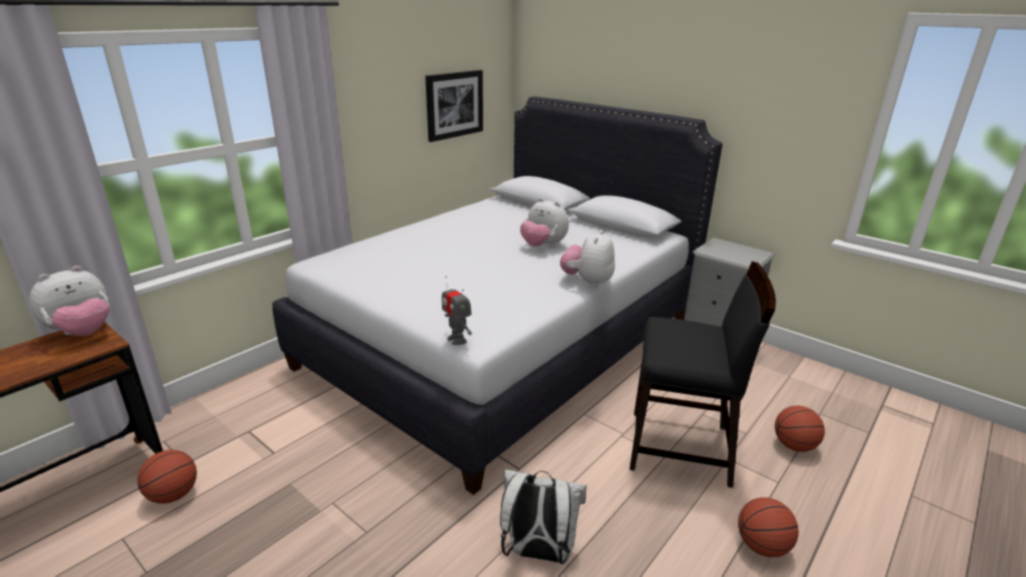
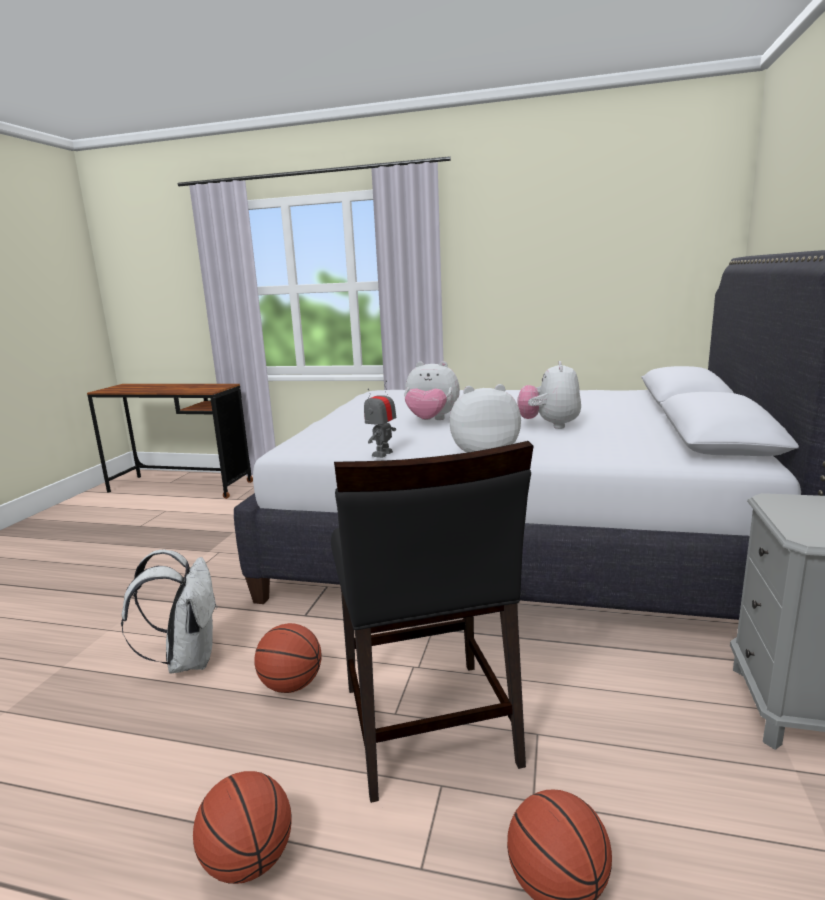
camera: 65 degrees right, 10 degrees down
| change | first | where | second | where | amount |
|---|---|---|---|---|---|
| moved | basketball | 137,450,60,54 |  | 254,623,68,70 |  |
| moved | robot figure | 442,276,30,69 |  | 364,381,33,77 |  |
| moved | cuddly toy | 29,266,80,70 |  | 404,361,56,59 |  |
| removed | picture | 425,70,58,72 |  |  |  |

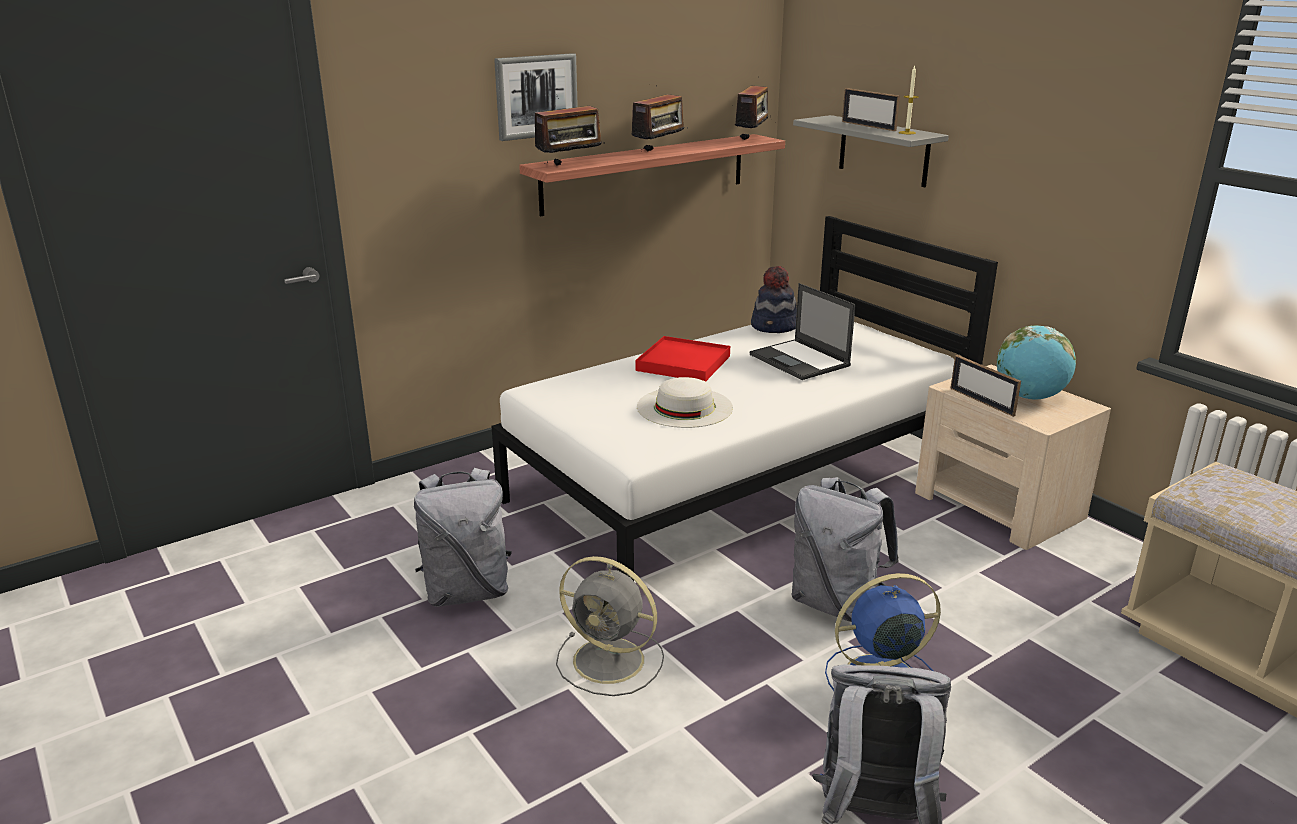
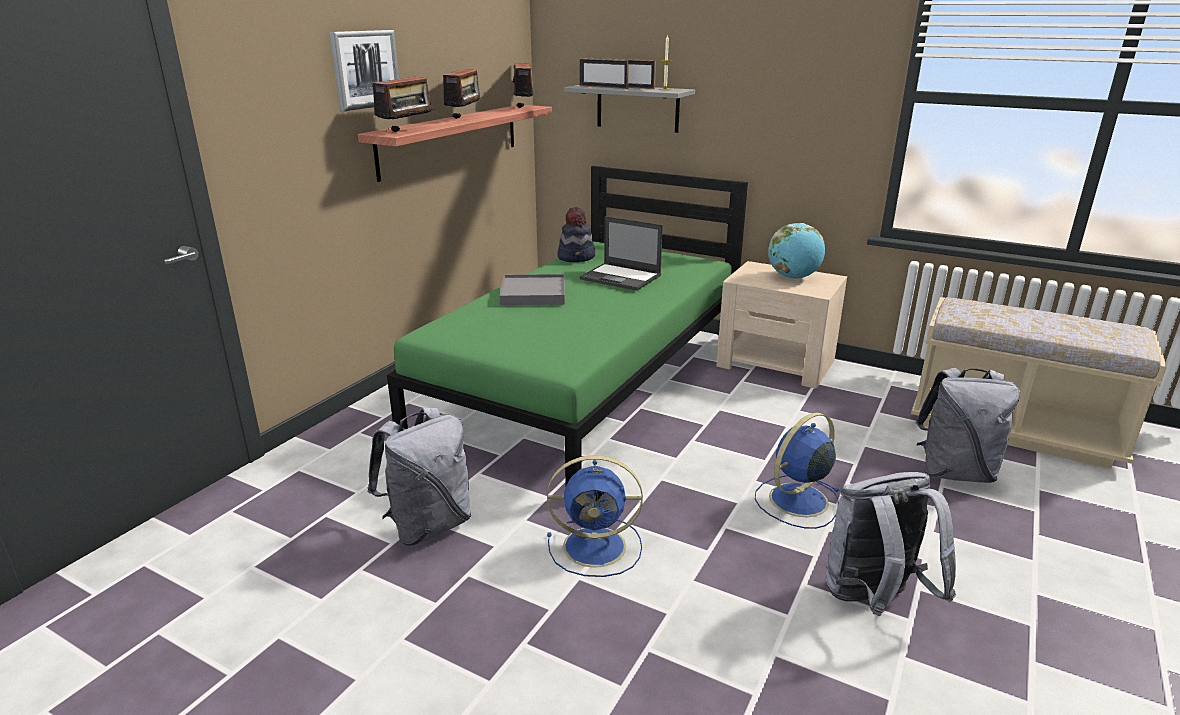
camera: 25 degrees left, 0 degrees up
| change | first | where | second | where | amount |
|---|---|---|---|---|---|
| recoloured | whitish bedroom bed | 491,216,507,365 | green bedroom bed | 387,166,361,319 |  |
| recoloured | reddish serving tray | 635,336,95,46 | gray serving tray | 499,274,66,31 |  |
| recoloured | gray electric fan | 556,556,108,140 | blue-coloured electric fan | 547,455,96,122 |  |
| moved | picture frame | 950,355,71,62 |  | 579,58,50,31 |  |
| moved | gray backpack | 792,477,106,145 |  | 915,368,105,115 |  |
| removed | whitish hat | 637,377,96,51 |  |  |  |

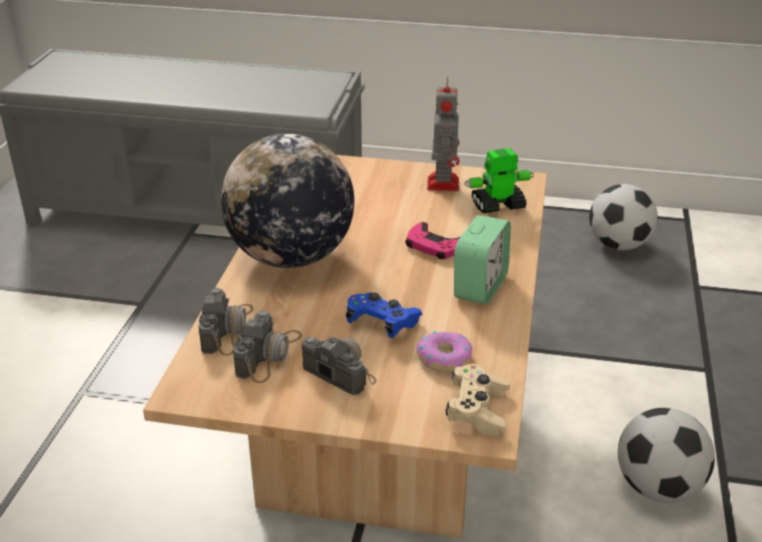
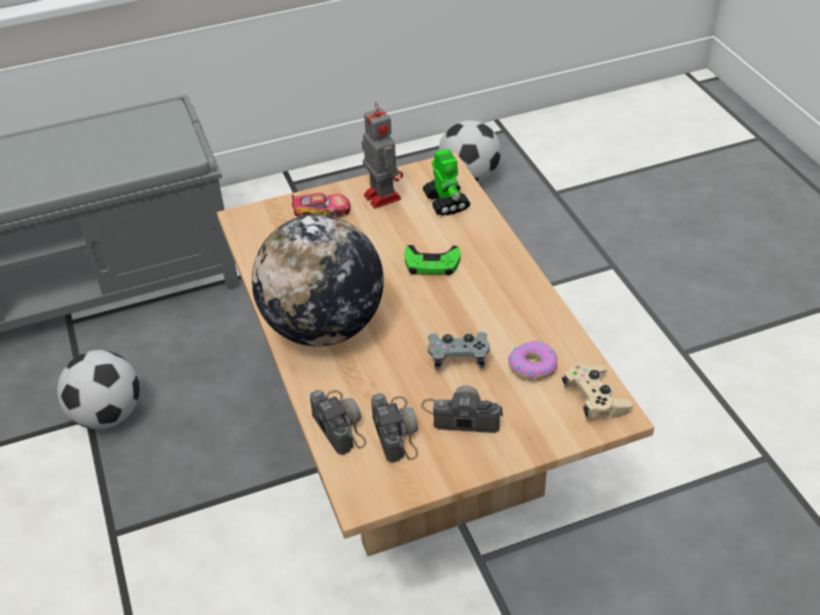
camera: 30 degrees left, 10 degrees up
| change | first | where | second | where | amount |
|---|---|---|---|---|---|
| moved | football | 618,408,97,95 |  | 57,350,83,79 |  |
| added |  |  | toy car | 292,193,58,25 |  |
| recoloured | pink-coloured joypad | 405,222,55,37 | green joypad | 404,245,56,30 |  |
| turned | robot figure | 464,148,70,65 |  | 423,149,47,67 | 120 degrees clockwise |
| recoloured | blue-coloured joypad | 346,292,76,46 | gray joypad | 428,332,62,38 |  |
| removed | alarm clock | 454,215,57,90 |  |  |  |

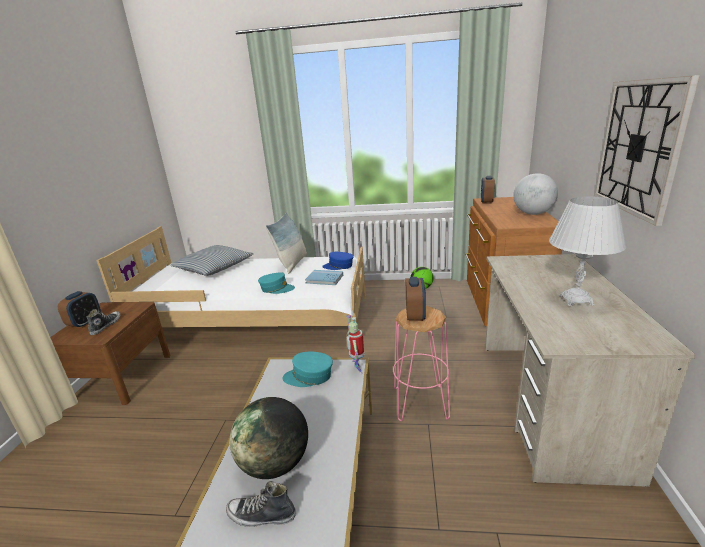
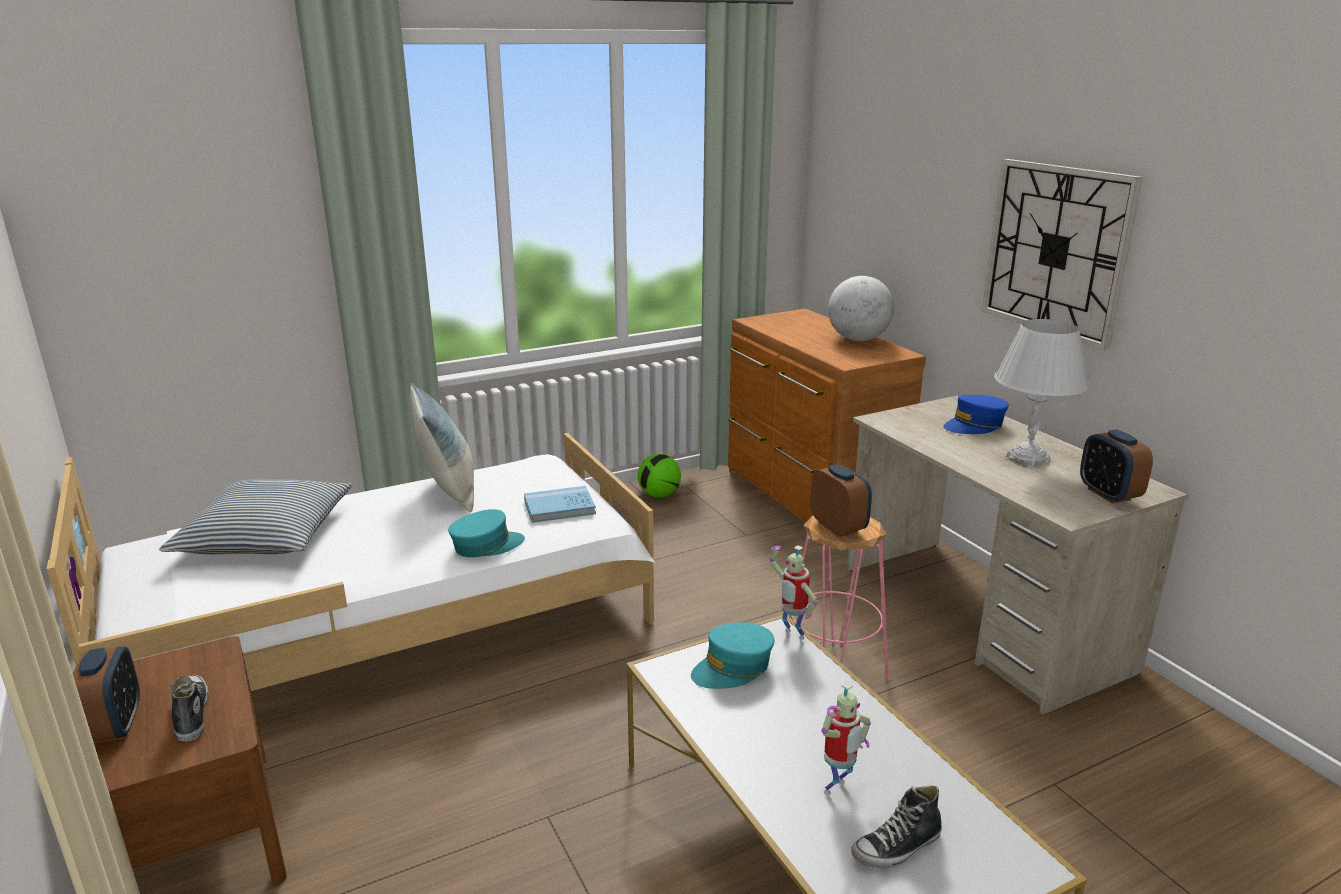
camera: 35 degrees left, 0 degrees up
| change | first | where | second | where | amount |
|---|---|---|---|---|---|
| replaced | globe | 229,397,79,82 | robot figure | 822,682,49,113 |  |
| moved | blue-coloured cap | 322,252,32,18 |  | 943,395,66,39 |  |
| moved | alarm clock | 481,176,14,28 |  | 1080,430,73,73 |  |

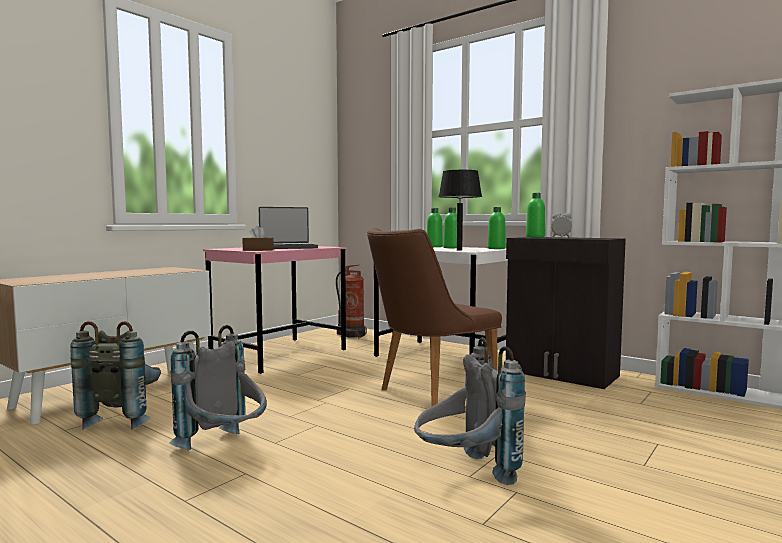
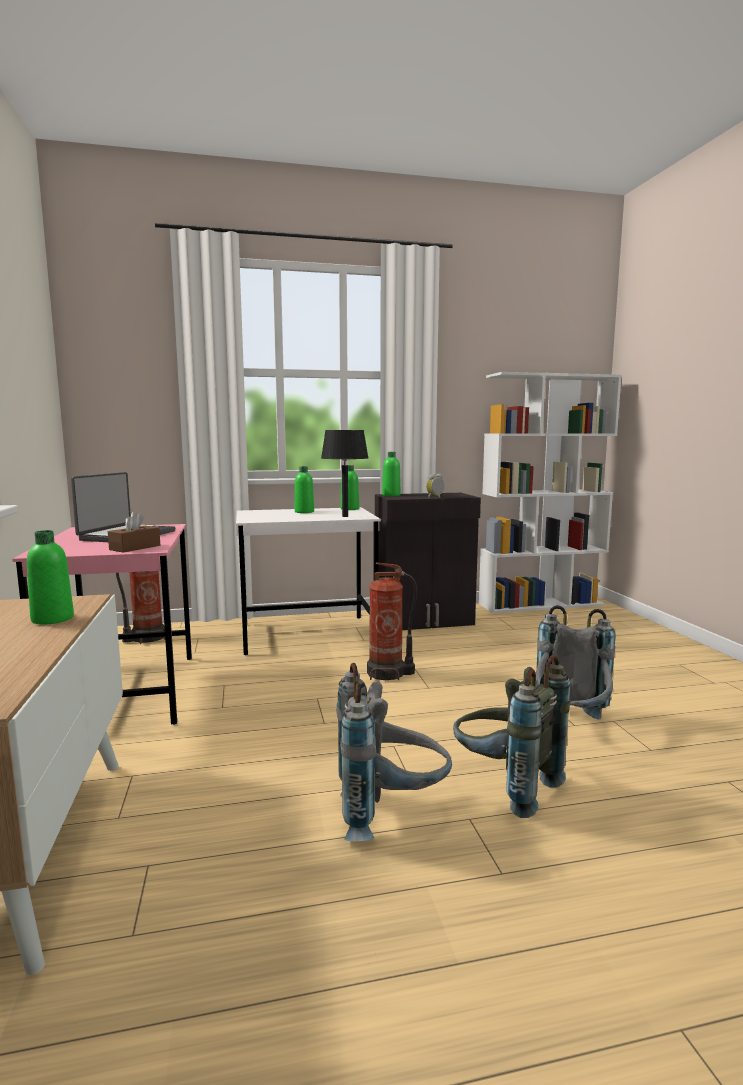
camera: 50 degrees left, 5 degrees up
| change | first | where | second | where | amount |
|---|---|---|---|---|---|
| moved | green drink bottle | 427,208,16,39 |  | 27,530,47,95 |  |
| replaced | brown-coloured upright chair | 367,228,135,178 | extinguisher | 367,562,50,118 |  |
| moved | gray backpack | 70,321,91,109 |  | 453,655,118,163 |  |

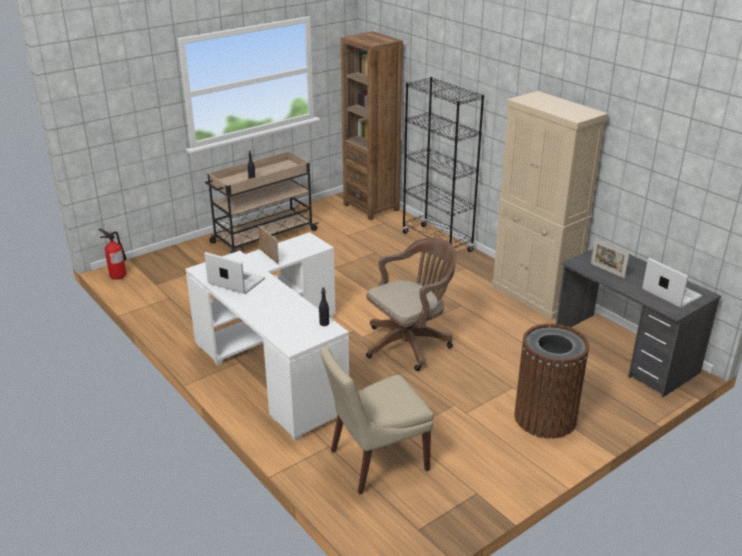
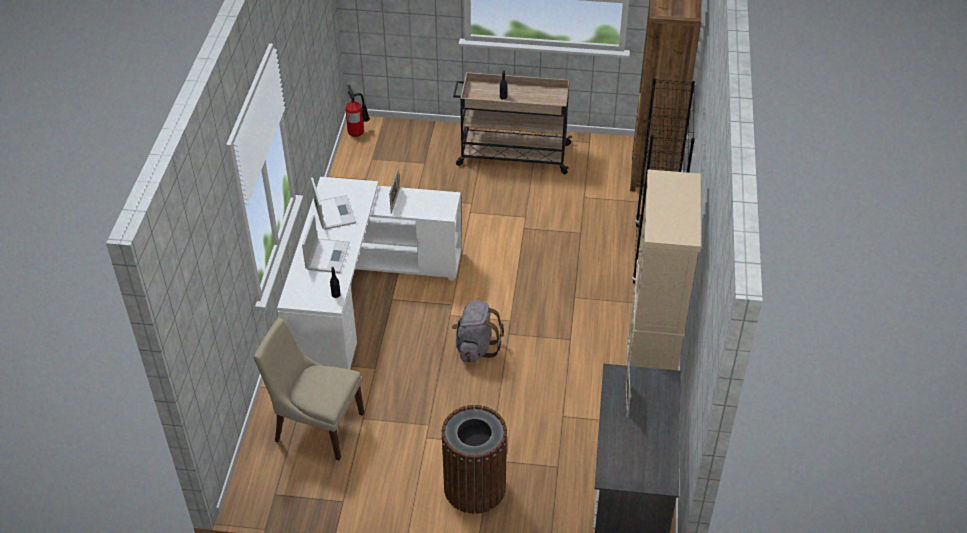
camera: 45 degrees right, 15 degrees up
| change | first | where | second | where | amount |
|---|---|---|---|---|---|
| moved | portable computer | 642,258,60,50 |  | 302,215,48,58 |  |
| replaced | brown-coloured office chair | 366,238,91,133 | gray backpack | 452,301,52,61 |  |

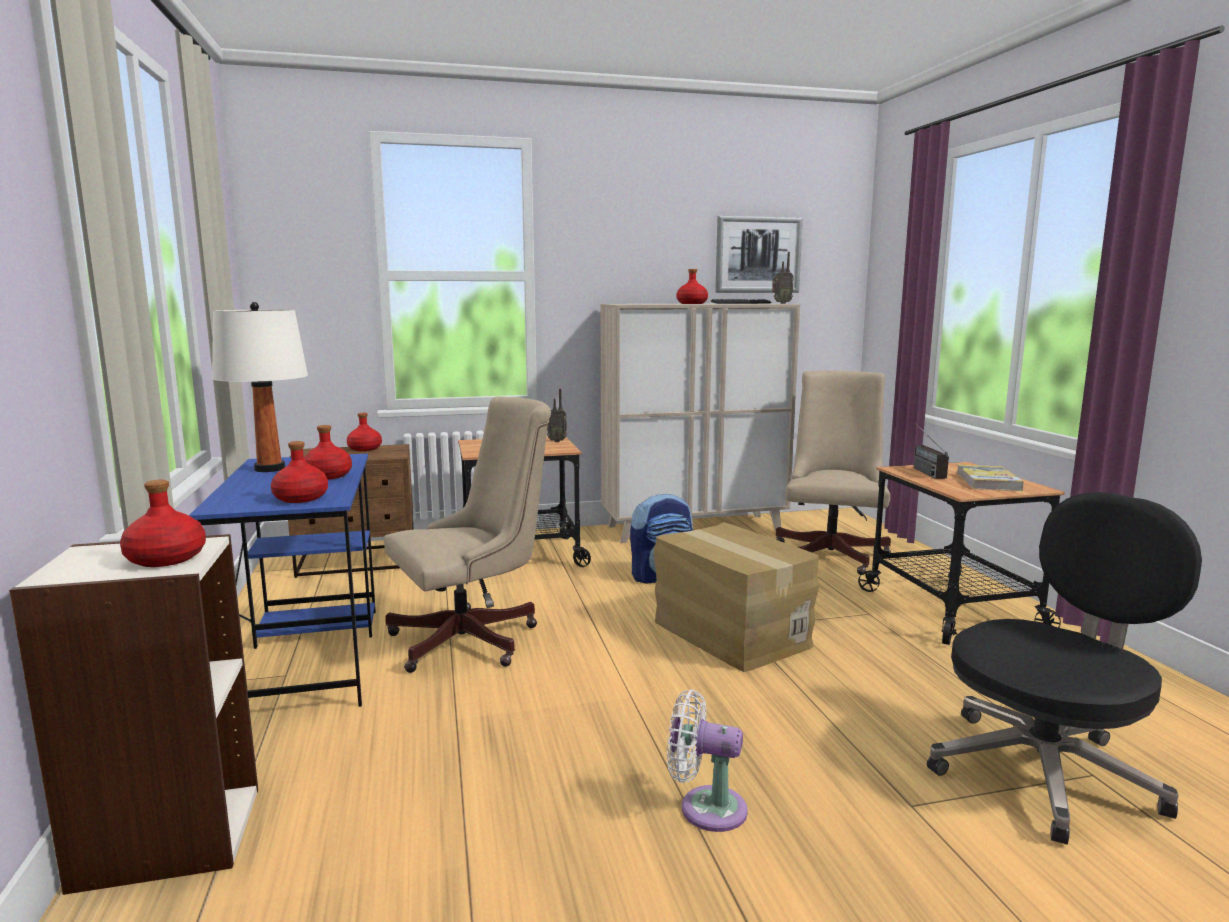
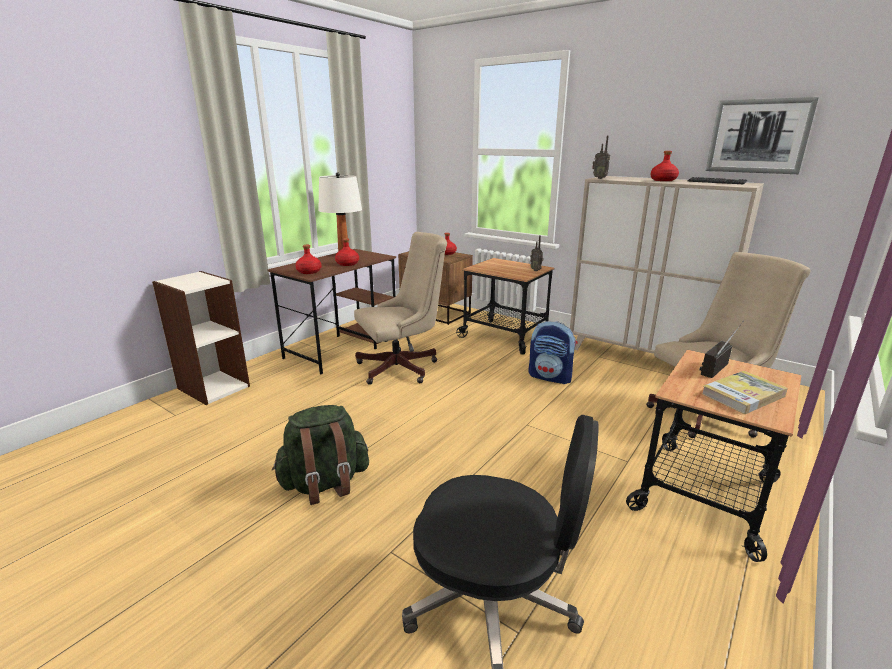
camera: 50 degrees right, 10 degrees up
| change | first | where | second | where | amount |
|---|---|---|---|---|---|
| recoloured | blue-coloured desk table | 189,454,187,253 | brown-coloured desk table | 267,249,129,126 |  |
| replaced | whitish electric fan | 667,689,81,143 | green backpack | 272,405,97,100 |  |
| turned | sand-coloured office chair | 384,396,167,277 |  | 354,232,93,153 | 45 degrees counterclockwise |
| moved | radio receiver | 772,252,22,52 |  | 592,135,18,44 |  |
| removed | reddish drink bottle | 120,480,86,87 |  |  |  |
| removed | carton | 654,522,165,150 |  |  |  |

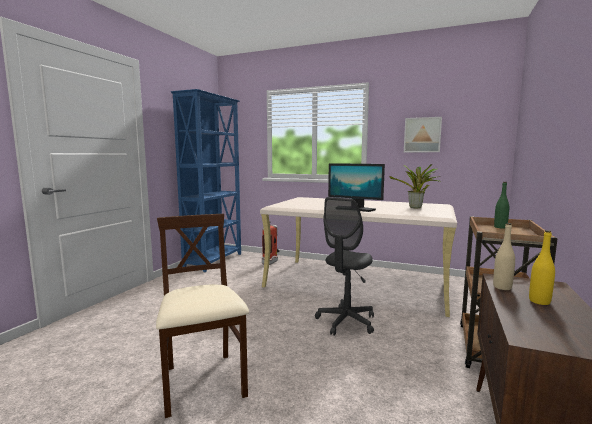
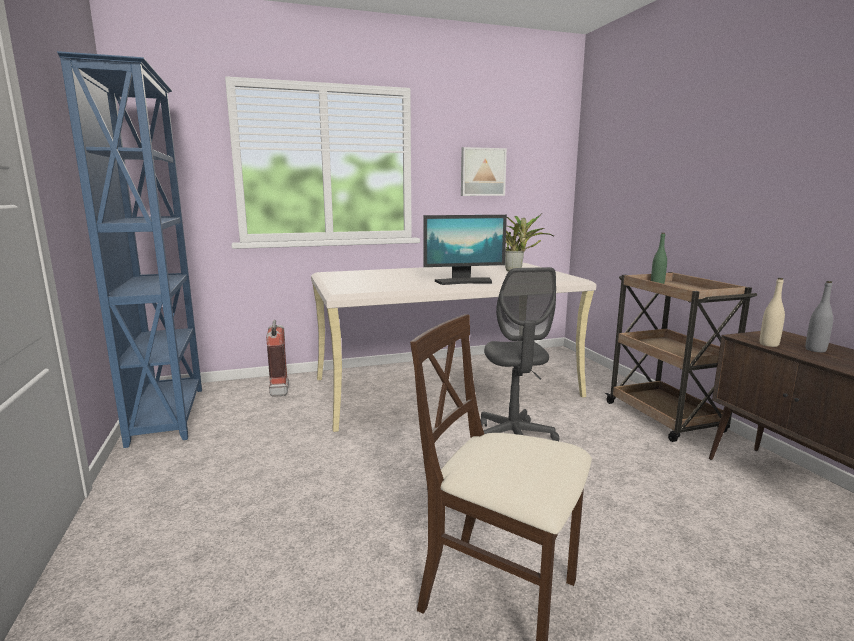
camera: 40 degrees left, 5 degrees up
| change | first | where | second | where | amount |
|---|---|---|---|---|---|
| recoloured | yellowish drink bottle | 529,230,26,75 | gray drink bottle | 806,281,27,72 |  |

